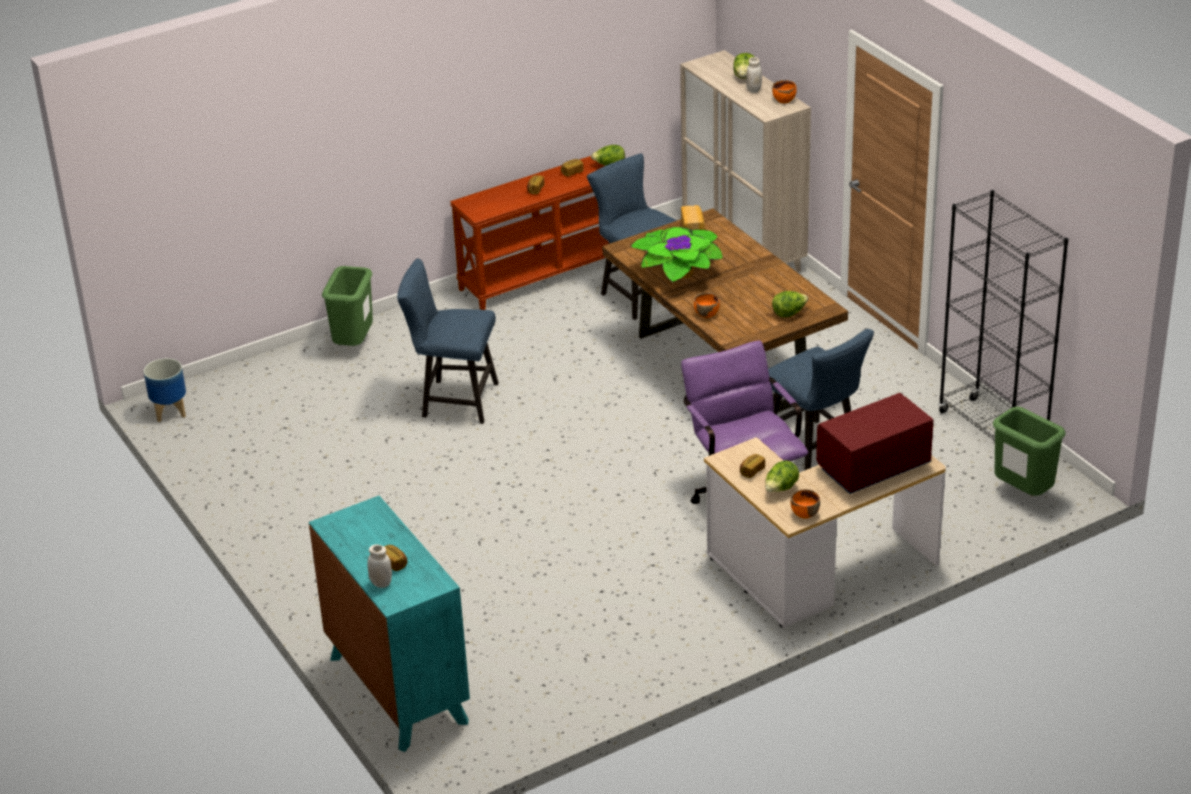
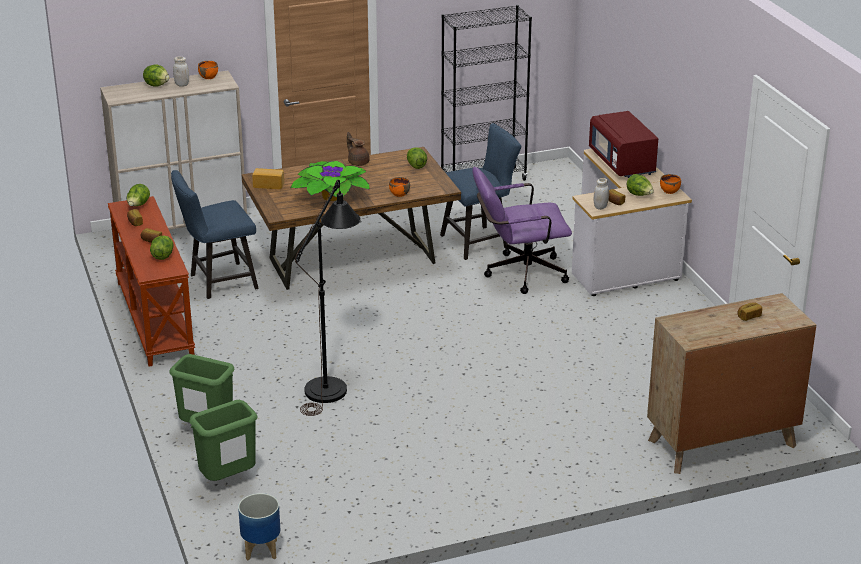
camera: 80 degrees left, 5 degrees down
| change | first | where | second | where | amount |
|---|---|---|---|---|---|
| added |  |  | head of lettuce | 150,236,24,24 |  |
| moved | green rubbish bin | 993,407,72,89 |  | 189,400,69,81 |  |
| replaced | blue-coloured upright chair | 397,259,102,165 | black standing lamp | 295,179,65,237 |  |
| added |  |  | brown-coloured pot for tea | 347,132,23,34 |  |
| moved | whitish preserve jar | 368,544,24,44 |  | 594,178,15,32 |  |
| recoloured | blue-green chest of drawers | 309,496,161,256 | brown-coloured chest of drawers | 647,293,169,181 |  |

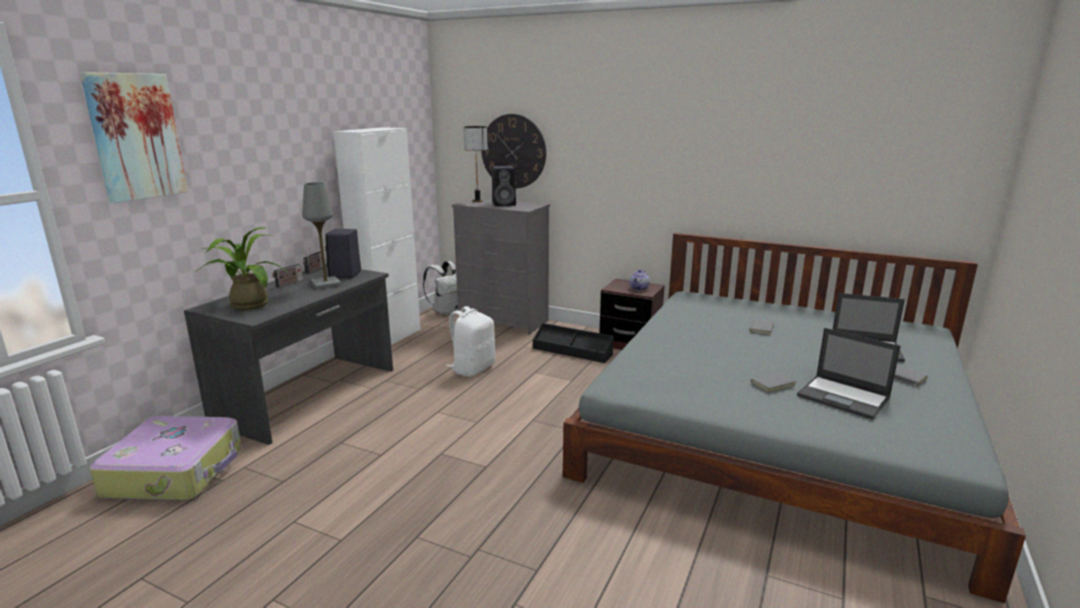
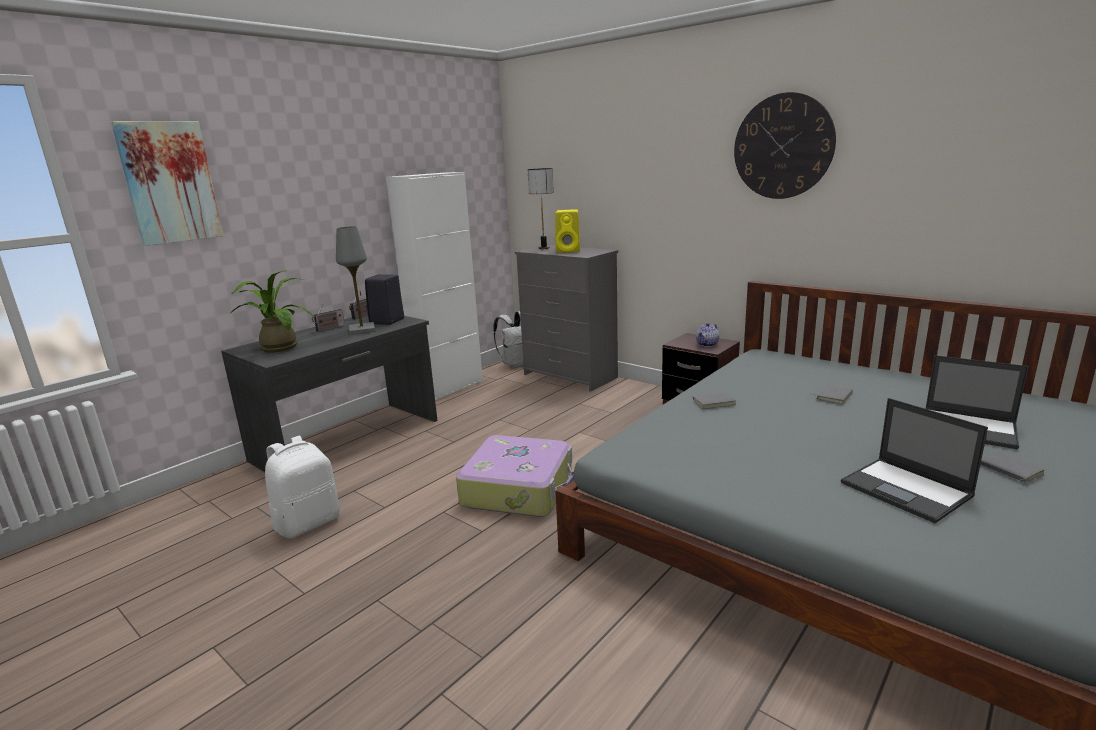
camera: 15 degrees right, 0 degrees up
| change | first | where | second | where | amount |
|---|---|---|---|---|---|
| moved | whitish backpack | 446,306,49,71 |  | 265,436,75,102 |  |
| moved | piece of luggage | 90,416,151,85 |  | 456,435,118,82 |  |
| recoloured | black speaker | 492,166,24,40 | yellowish speaker | 555,209,25,44 |  |
| moved | gray book | 747,373,49,20 |  | 691,393,45,16 |  |
| moved | hanging clock | 481,114,65,75 |  | 734,92,102,107 |  |
| removed | black storage container | 533,323,81,40 |  |  |  |

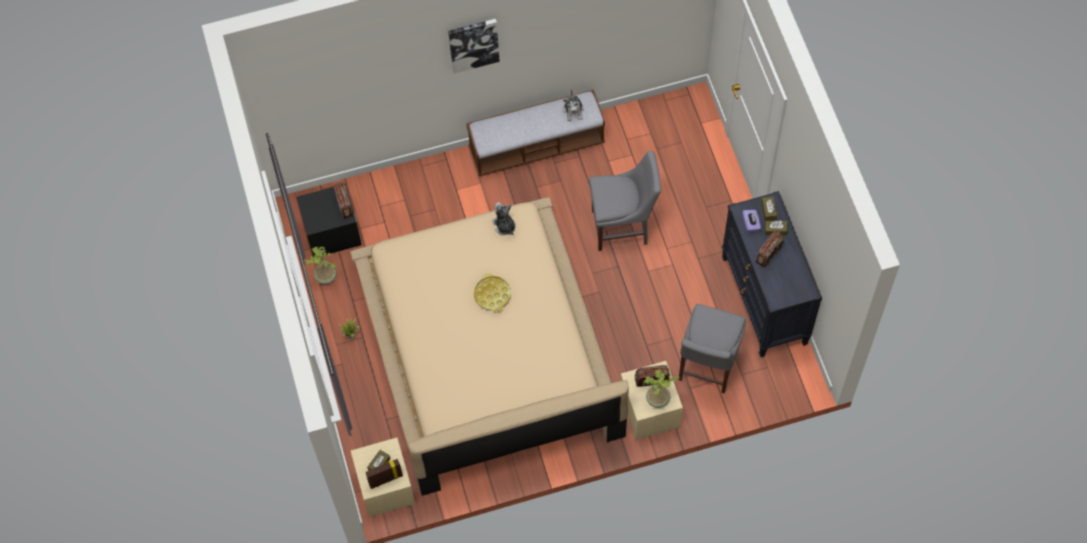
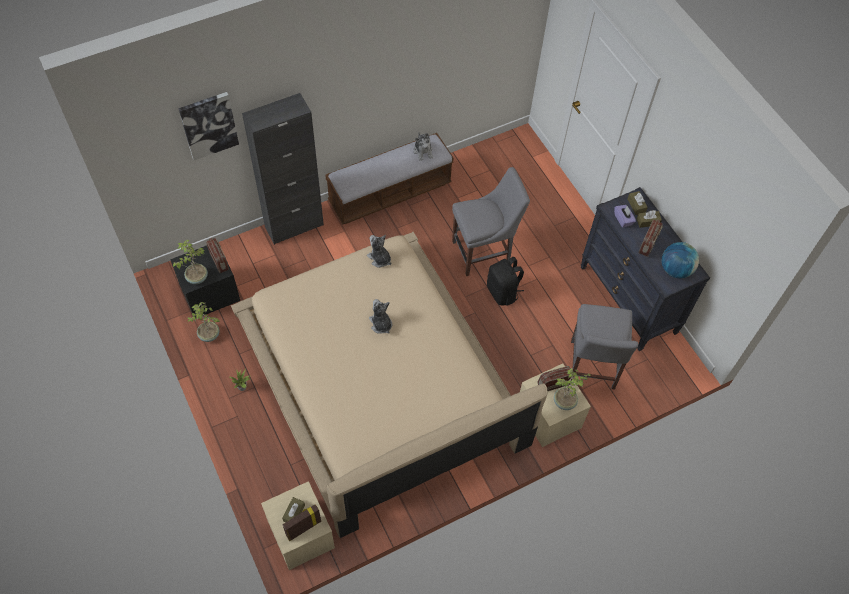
camera: 15 degrees left, 5 degrees down
| change | first | where | second | where | amount |
|---|---|---|---|---|---|
| added |  |  | potted plant | 173,240,35,44 |  |
| moved | picture | 448,19,52,55 |  | 178,92,61,68 |  |
| added |  |  | black cupboard | 242,93,82,152 |  |
| replaced | yellowish serving tray | 474,273,37,40 | cuddly toy | 369,299,23,35 |  |
| added |  |  | black backpack | 487,257,37,49 |  |
| added |  |  | globe | 662,242,37,37 |  |

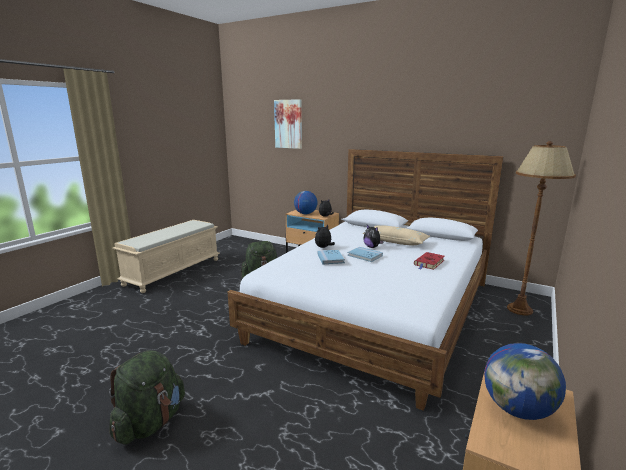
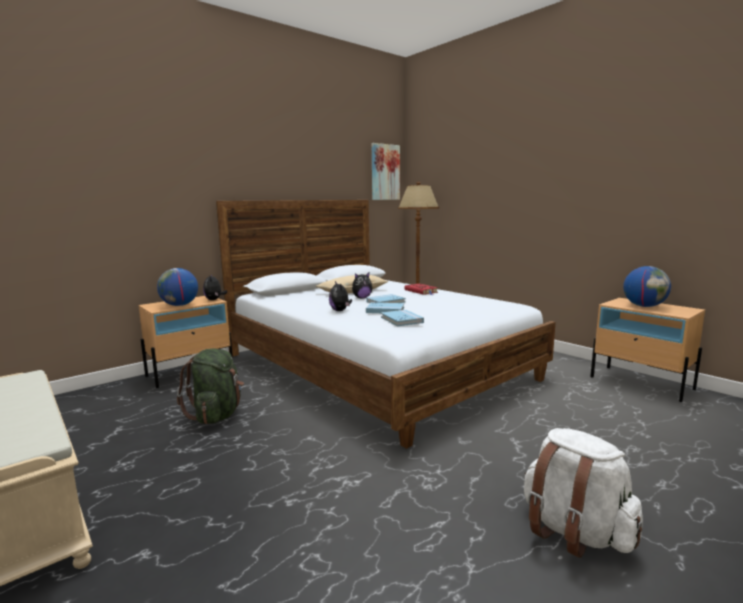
camera: 70 degrees left, 5 degrees down
| change | first | where | second | where | amount |
|---|---|---|---|---|---|
| moved | picture | 274,99,28,50 |  | 372,143,28,57 |  |
| added |  |  | blue-coloured book | 381,310,43,16 |  |
| recoloured | green backpack | 109,350,76,95 | whitish backpack | 524,428,119,130 |  |

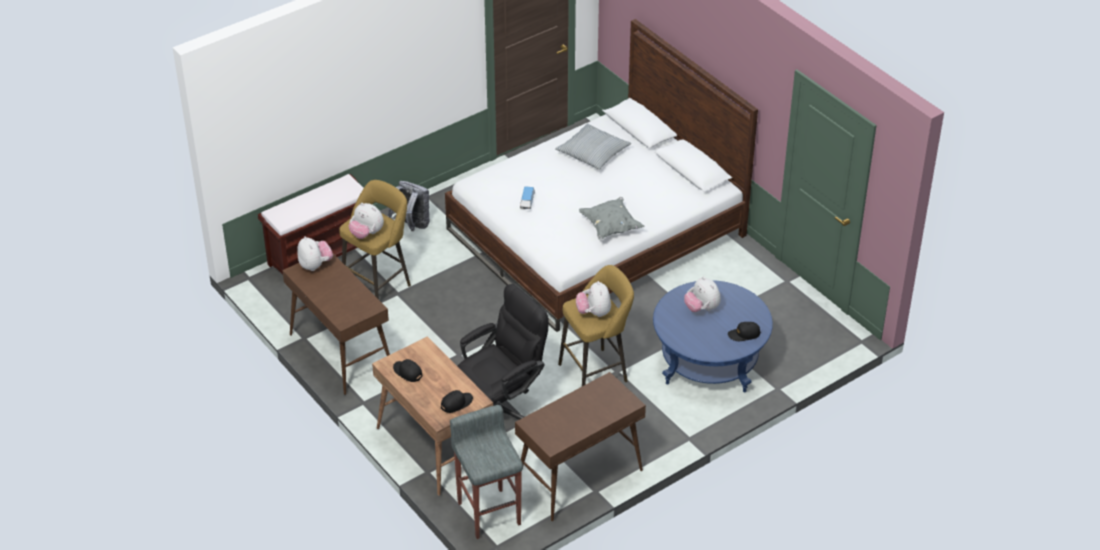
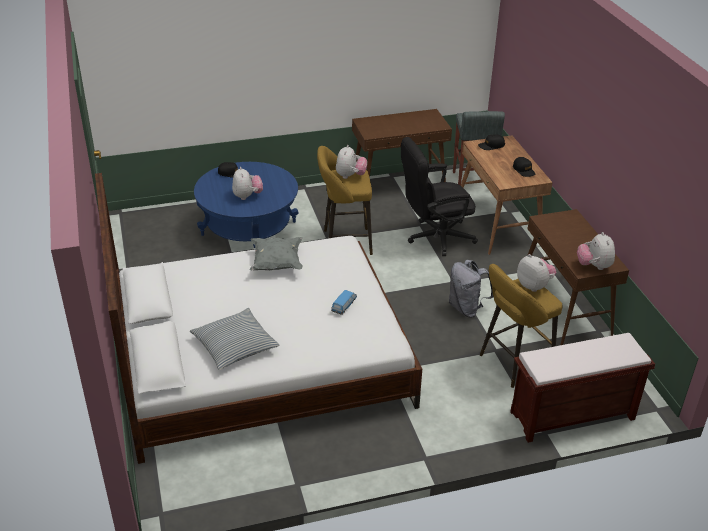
camera: 160 degrees left, 5 degrees down
| change | first | where | second | where | amount |
|---|---|---|---|---|---|
| moved | gray backpack | 388,181,42,50 |  | 449,260,45,57 |  |

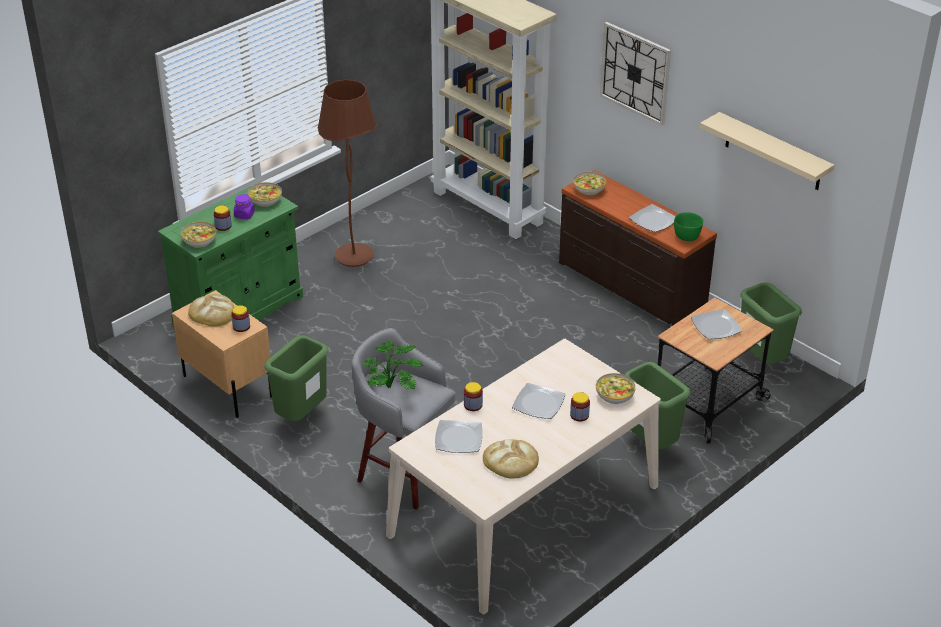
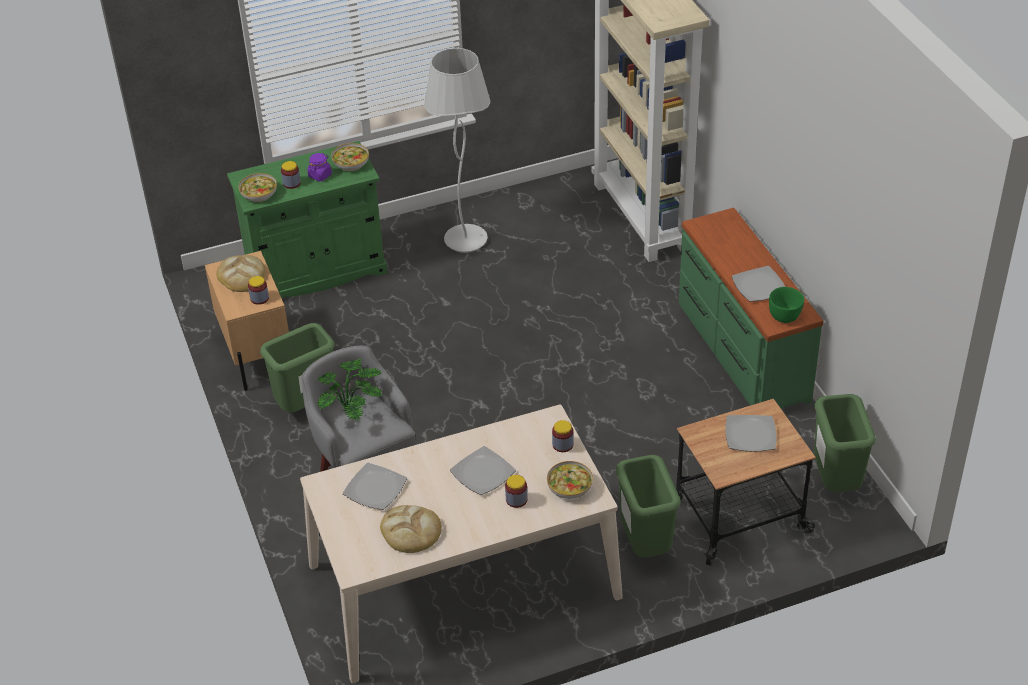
camera: 25 degrees right, 5 degrees up
| change | first | where | second | where | amount |
|---|---|---|---|---|---|
| recoloured | brown-coloured standing lamp | 318,80,59,187 | whitish standing lamp | 424,48,67,205 |  |
| moved | preserve jar | 464,382,19,29 |  | 552,420,22,32 |  |
| recoloured | brown-coloured chest of drawers | 559,170,158,156 | green chest of drawers | 679,208,144,200 |  |
| removed | deep dish | 573,172,33,23 |  |  |  |
| removed | hanging clock | 600,22,71,104 |  |  |  |
| removed | sand-coloured wall shelf | 700,112,134,78 |  |  |  |

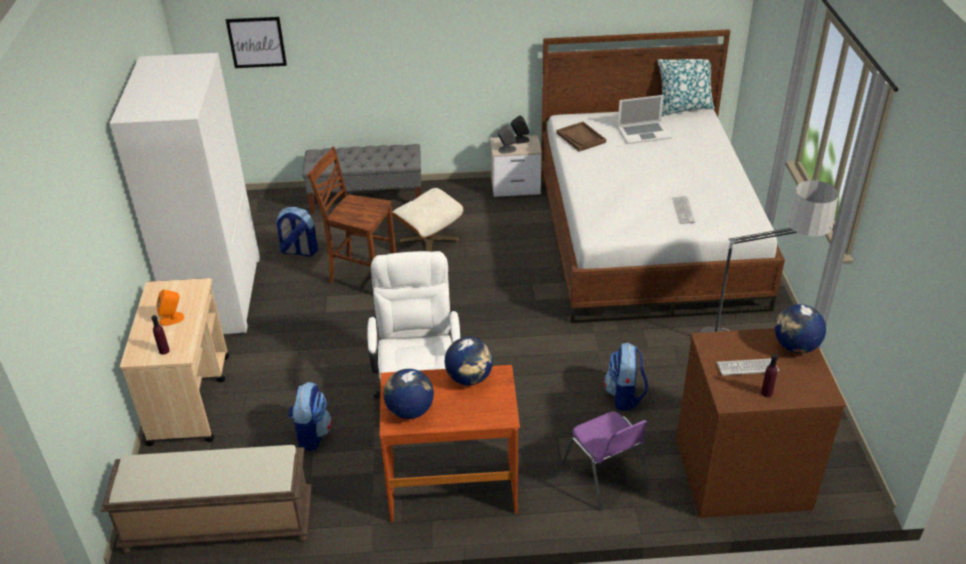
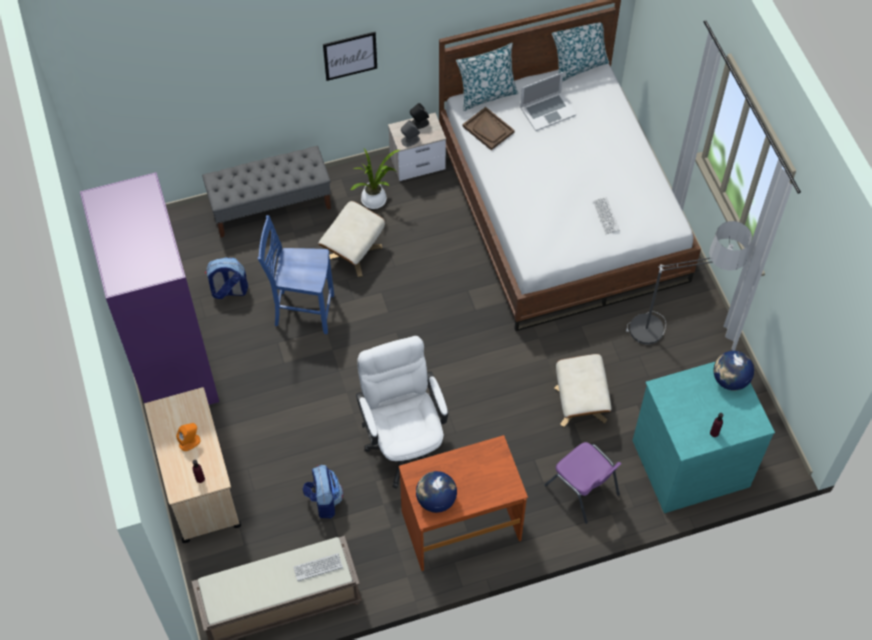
camera: 15 degrees left, 20 degrees up
| change | first | where | second | where | amount |
|---|---|---|---|---|---|
| recoloured | whitish clothes cupboard | 110,53,150,281 | purplish clothes cupboard | 80,172,139,233 |  |
| recoloured | brown-coloured upright chair | 307,147,89,136 | blue-coloured upright chair | 258,215,76,119 |  |
| moved | PC keyboard | 717,358,62,18 |  | 293,553,50,28 |  |
| moved | picture | 226,17,61,51 |  | 323,32,54,49 |  |
| added |  |  | potted plant | 350,149,49,60 |  |
| added |  |  | pillow | 456,43,62,68 |  |
| replaced | backpack | 604,343,44,68 | sand-coloured pouffe | 554,354,58,73 |  |
| recoloured | brown-coloured chest of drawers | 676,328,170,190 | blue-green chest of drawers | 632,361,143,152 |  |
| removed | globe | 445,337,48,48 |  |  |  |

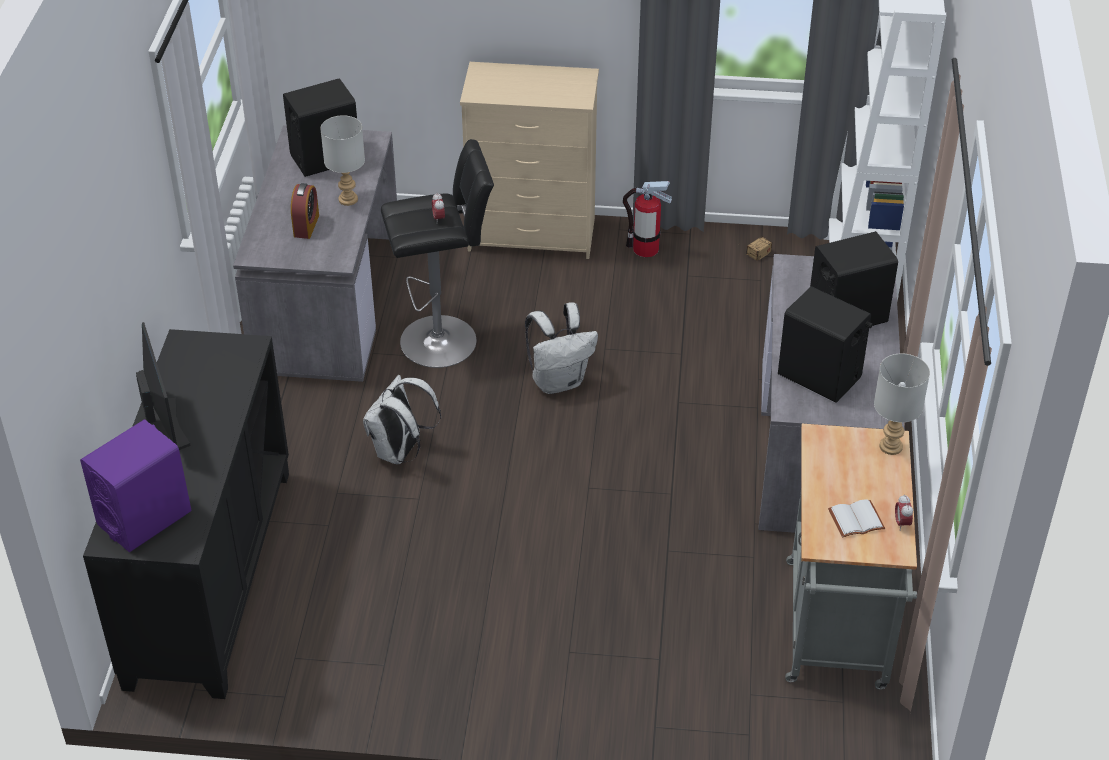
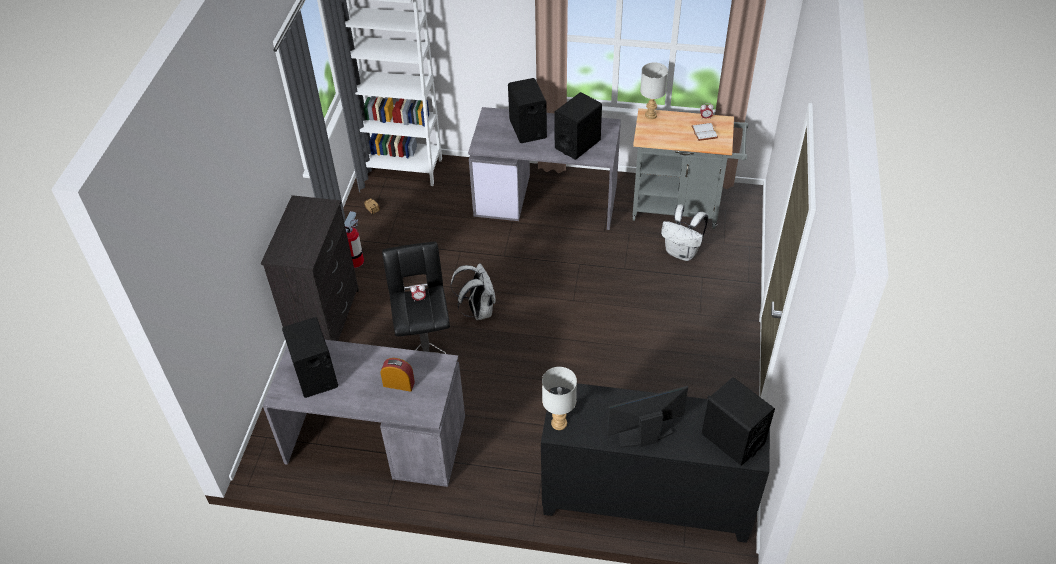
camera: 85 degrees left, 5 degrees up
| change | first | where | second | where | amount |
|---|---|---|---|---|---|
| recoloured | sand-coloured chest of drawers | 460,62,139,197 | black chest of drawers | 261,195,98,146 |  |
| moved | gray table lamp | 320,115,45,91 |  | 542,367,35,63 |  |
| moved | whitish backpack | 363,375,78,89 |  | 661,204,47,57 |  |
| recoloured | purplish speaker | 80,419,112,133 | black speaker | 702,377,73,89 |  |

